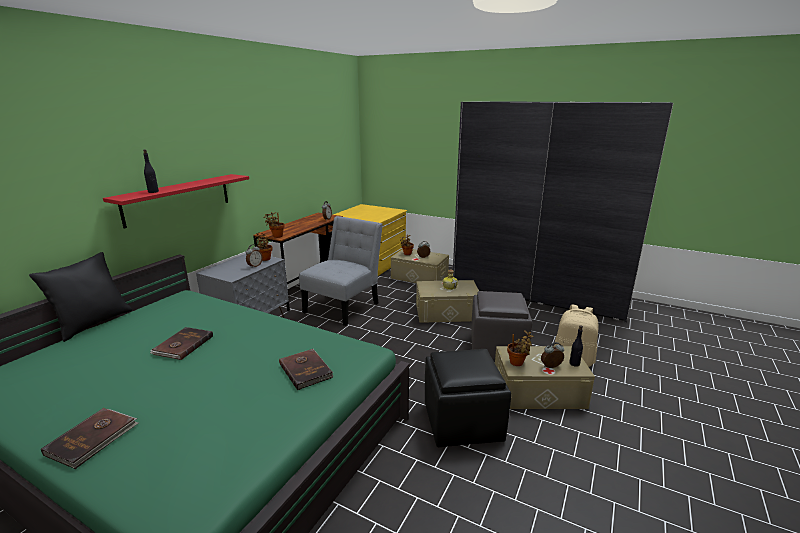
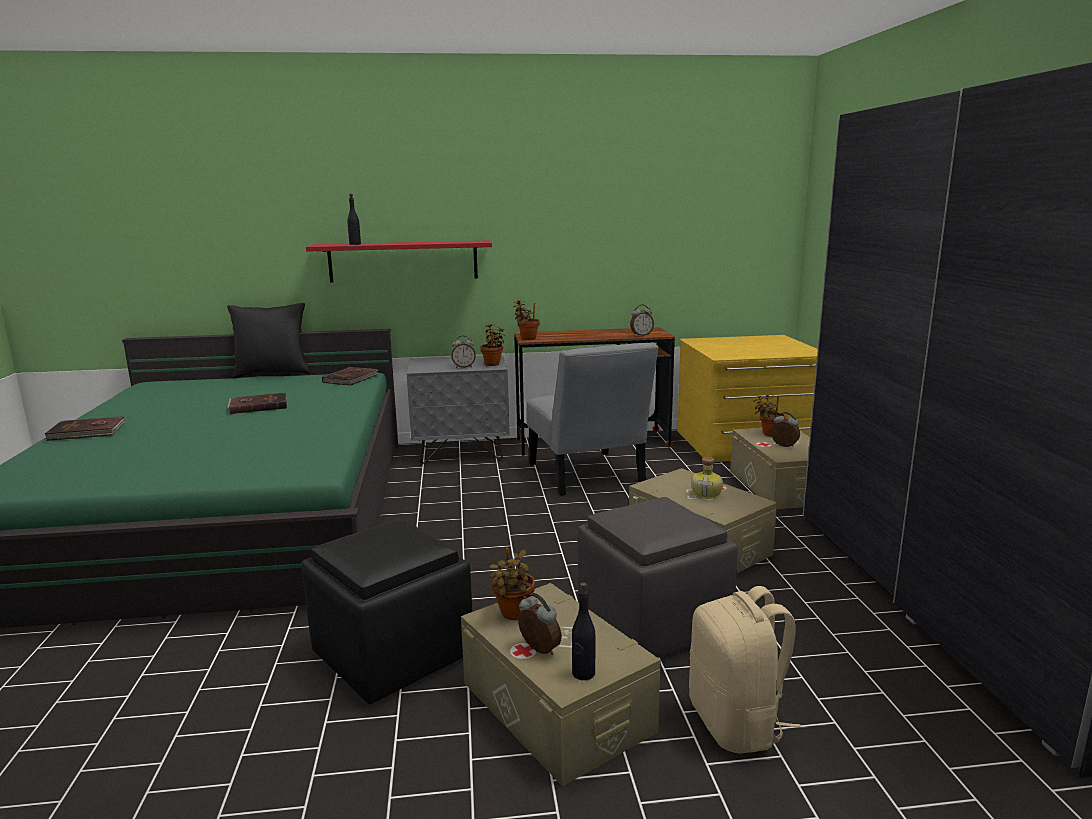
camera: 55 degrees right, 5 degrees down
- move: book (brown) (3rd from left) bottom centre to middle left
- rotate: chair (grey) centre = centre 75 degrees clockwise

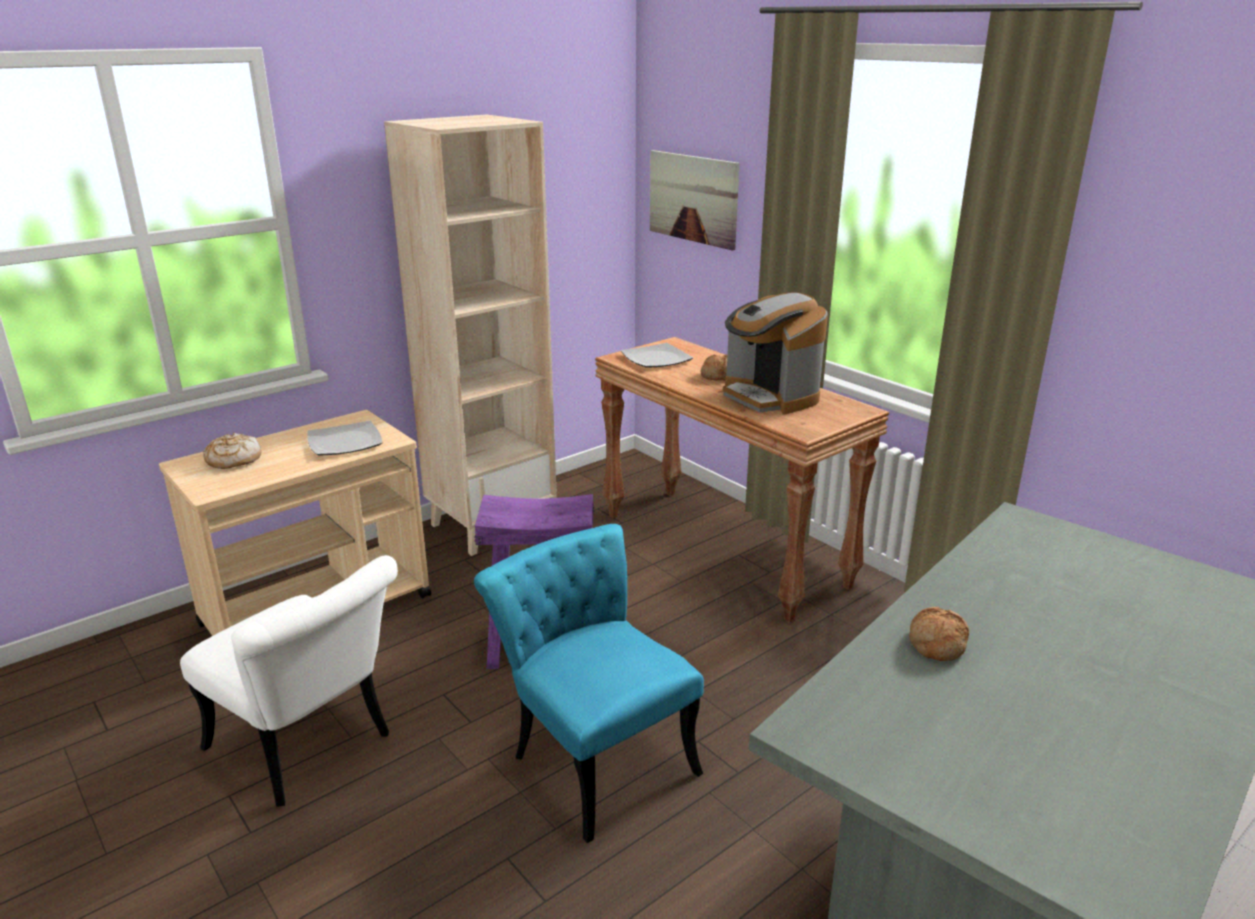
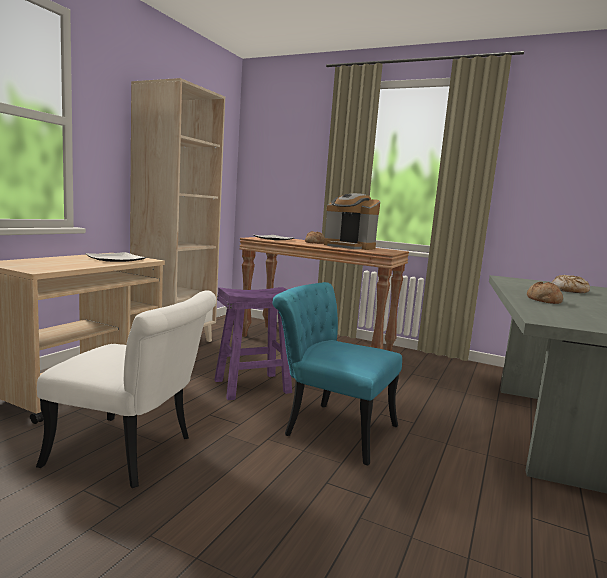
camera: 25 degrees left, 15 degrees down
- delete: picture top centre
- move: bread (1st from left in the first image) middle left to bread (3rd from left) middle right

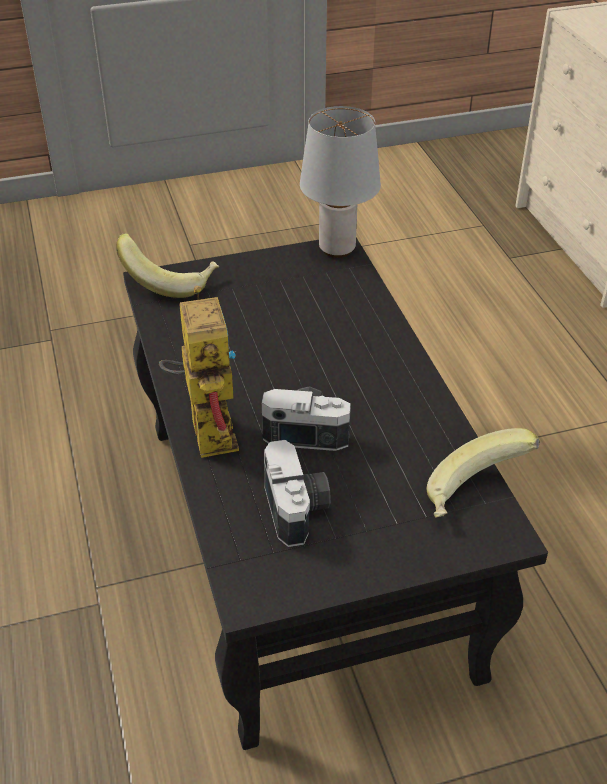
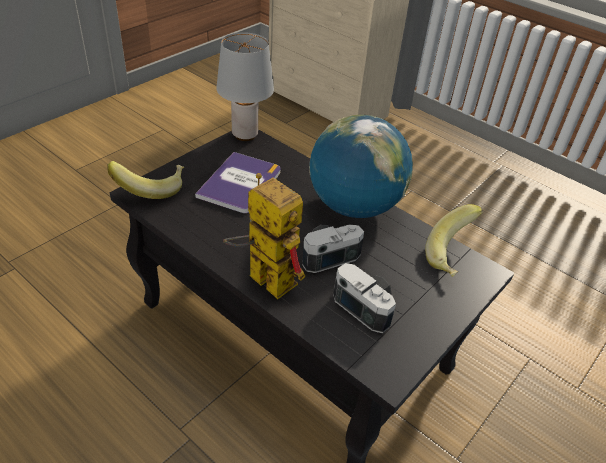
camera: 35 degrees left, 0 degrees up
- insert: book centre
- insert: globe centre

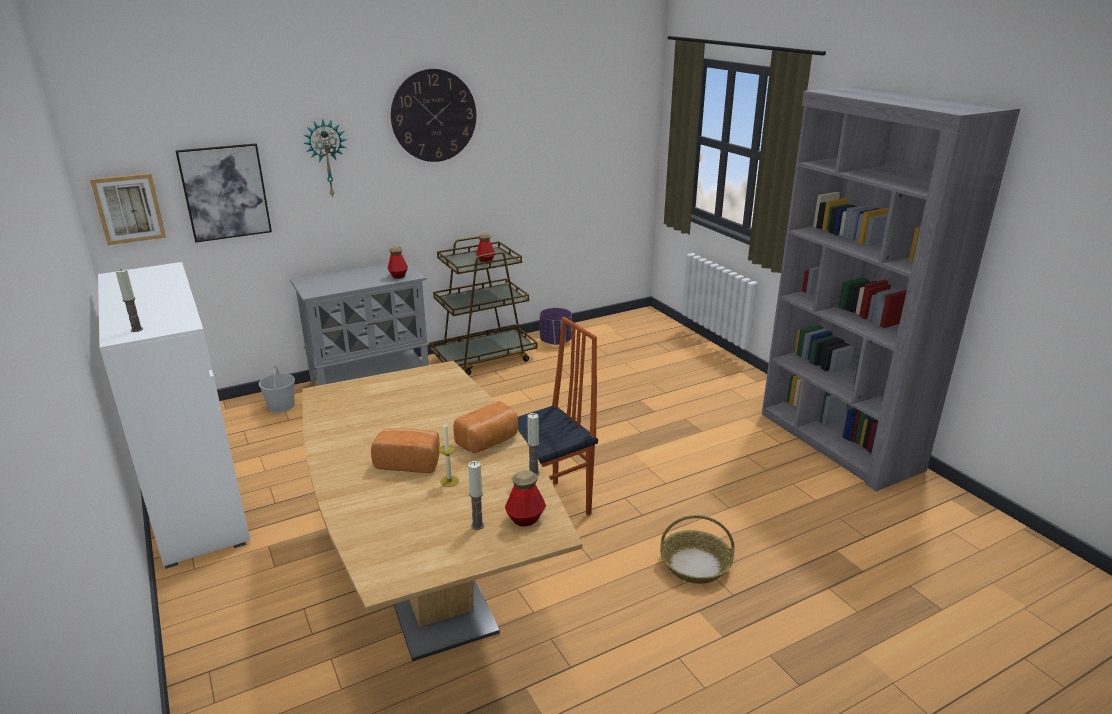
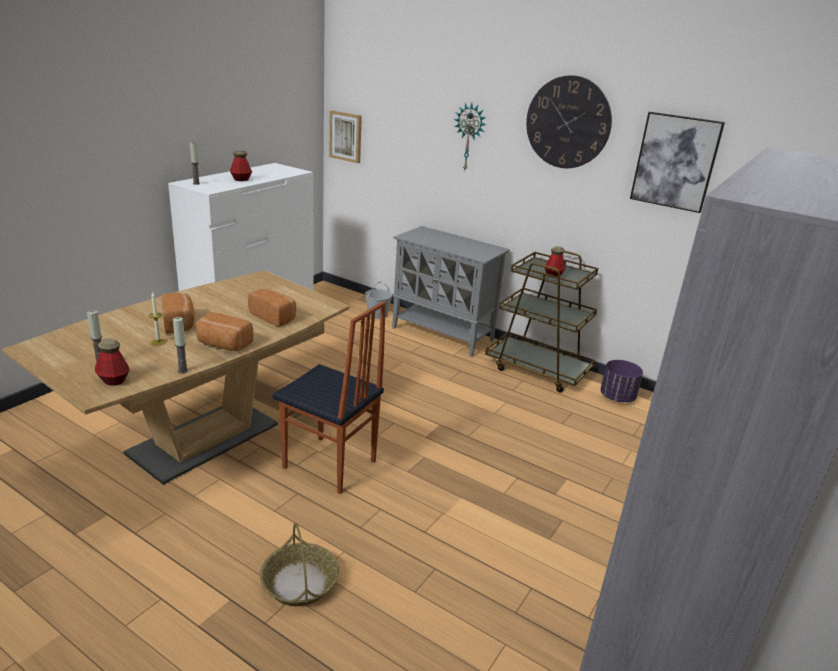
camera: 60 degrees right, 0 degrees up
- insert: bread (3rd from left) middle left
- move: picture (2nd from left) top left to top right
- move: bottle (1st from left in the first image) centre to bottle (2nd from left) top left

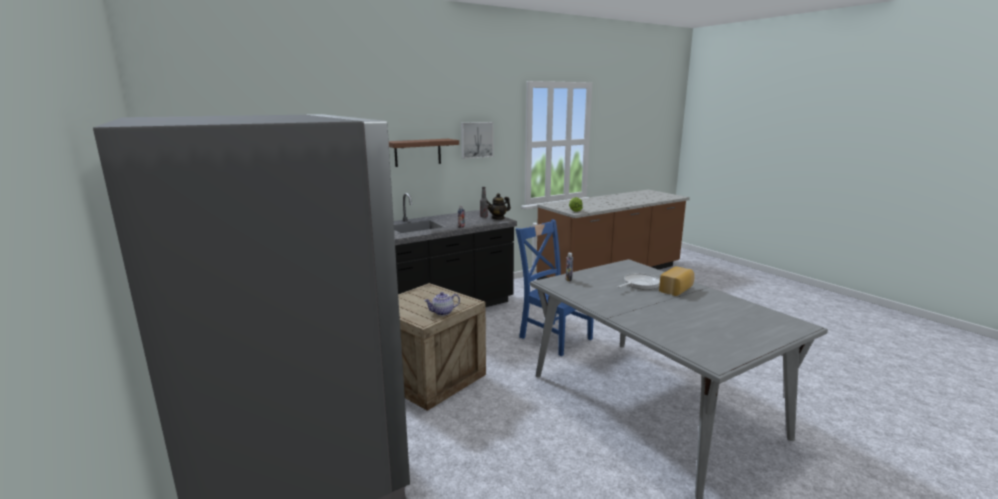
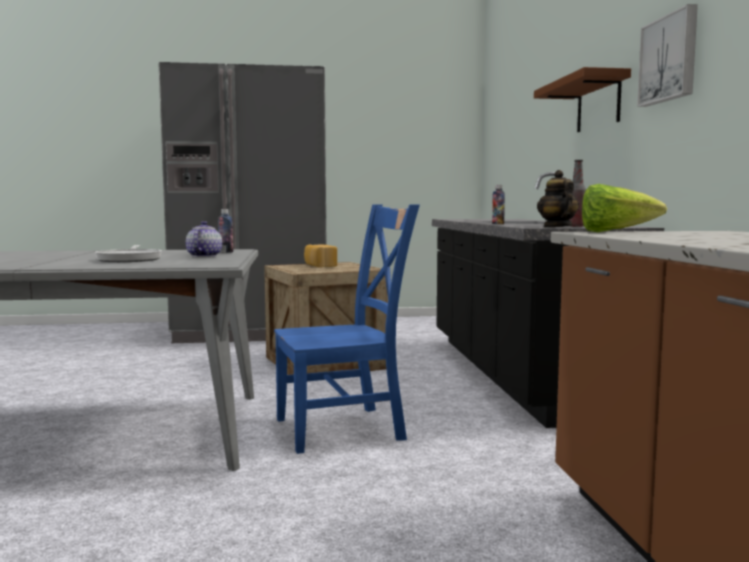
camera: 115 degrees right, 10 degrees down
- move: teapot (1st from left) centre to middle left
- move: bread middle right to centre

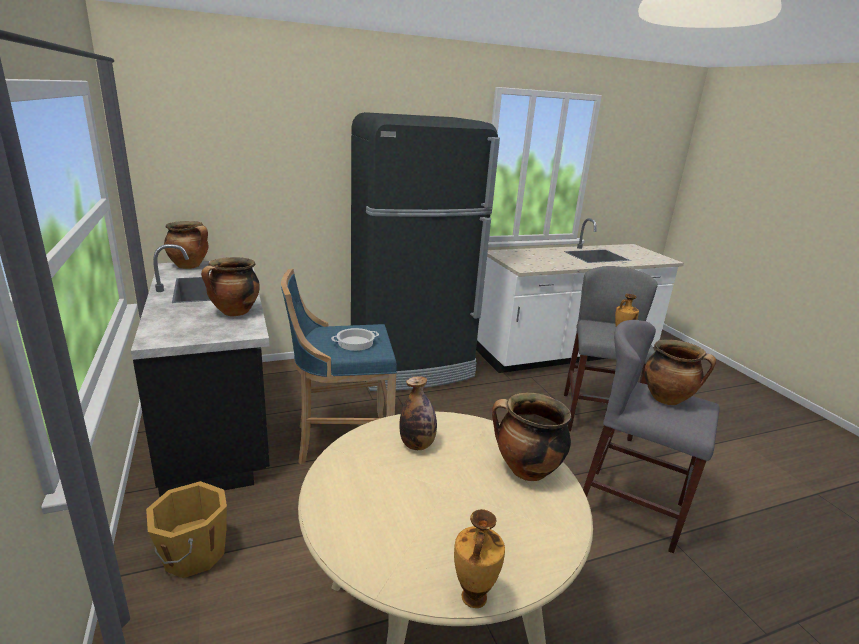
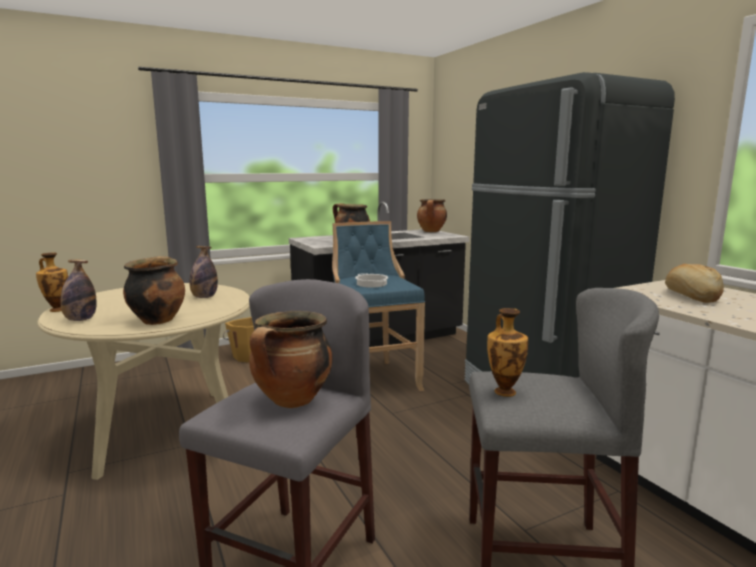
camera: 85 degrees right, 10 degrees down
- insert: bottle (1st from left) middle left
- insert: bread middle right

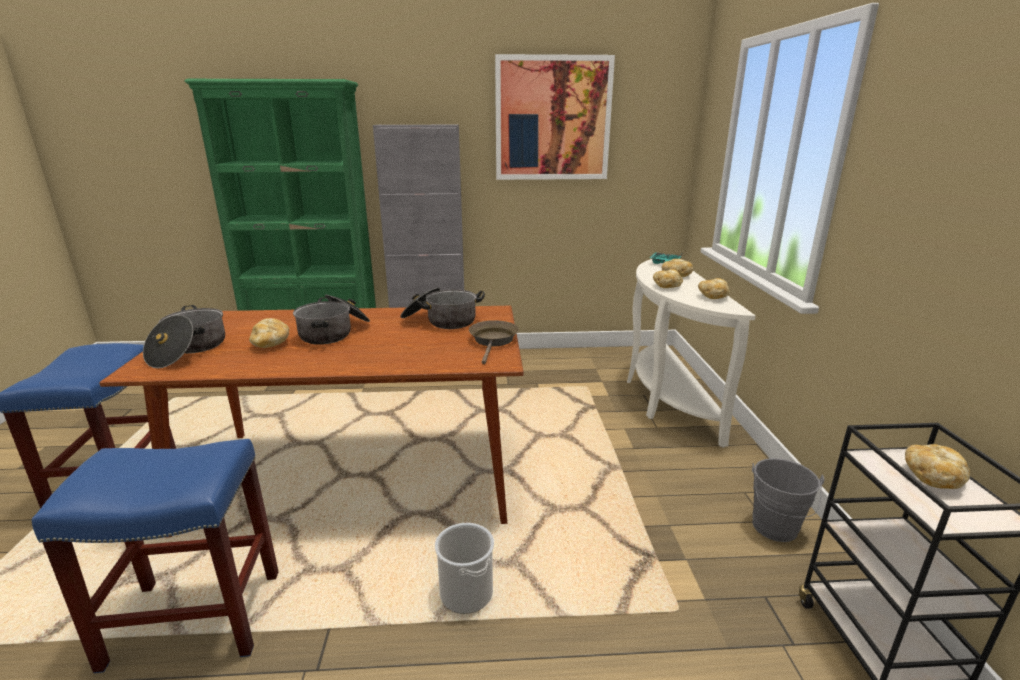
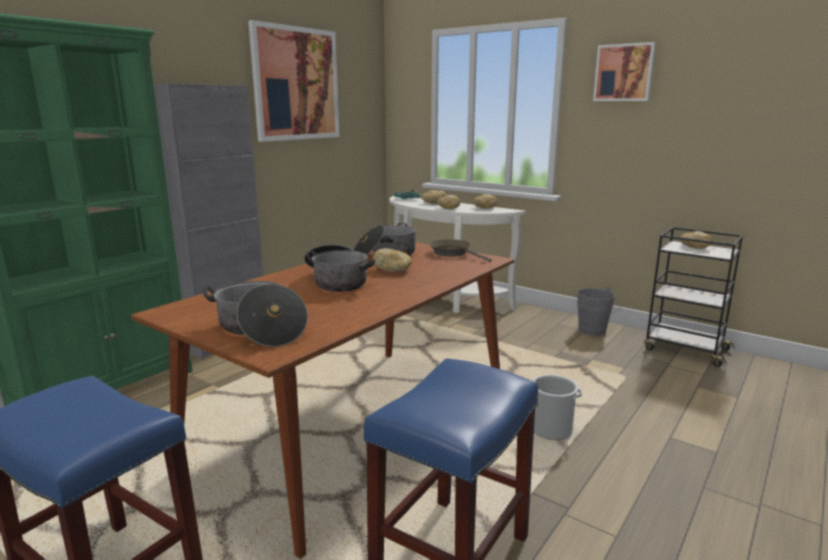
camera: 50 degrees left, 5 degrees down
- insert: picture (2nd from left) top right
- move: bread (1st from left) middle left to centre

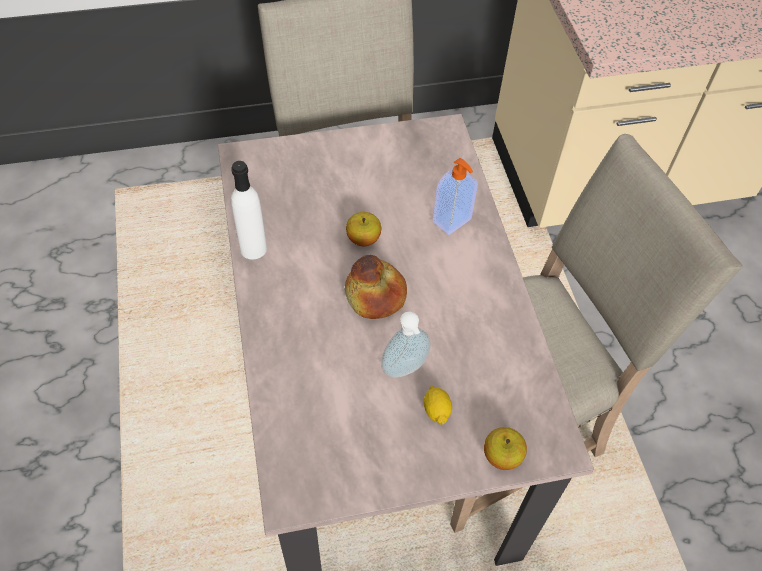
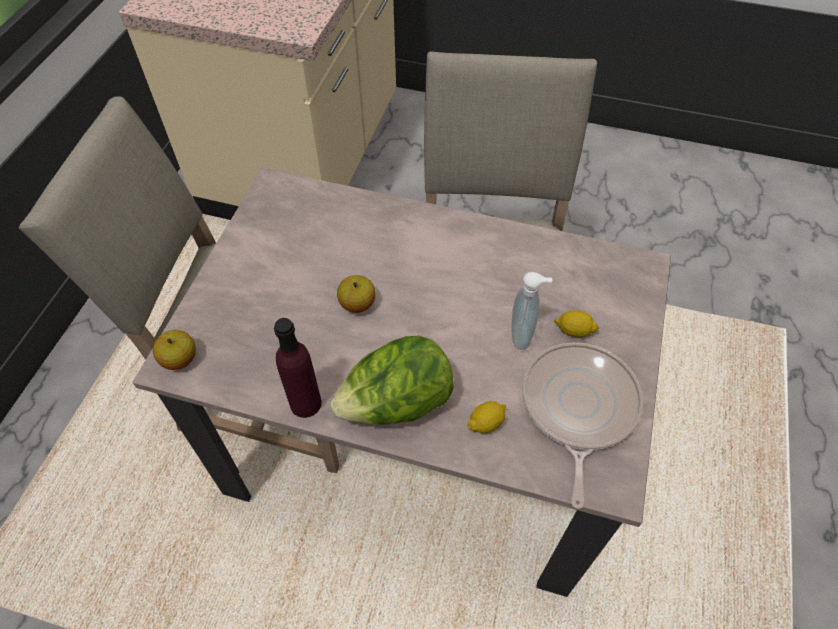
camera: 60 degrees left, 0 degrees up
- delete: bread centre
- delete: soap dispenser (2nd from left) centre
- insert: lettuce centre
- insert: lemon (1st from left) centre
- insert: frying pan bottom right
- move: apple (2nd from left in the first image) bottom centre to apple (1st from left) middle left
- recolor: bottle (white) middle left to bottle (purple) centre

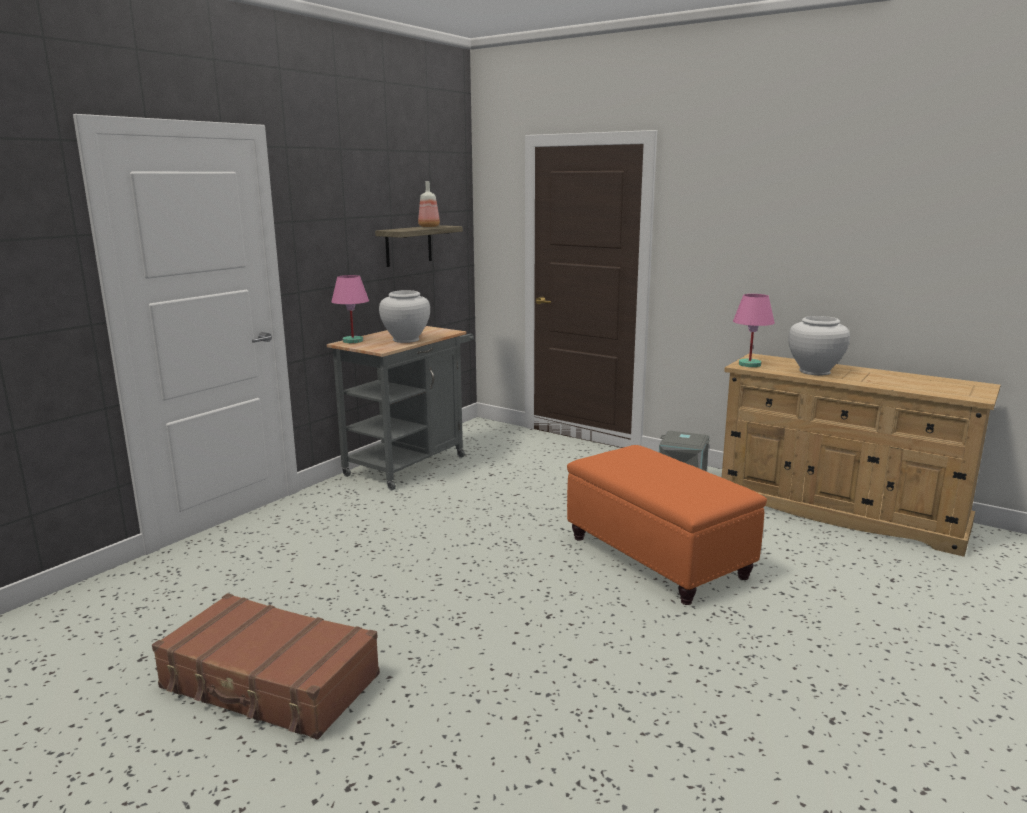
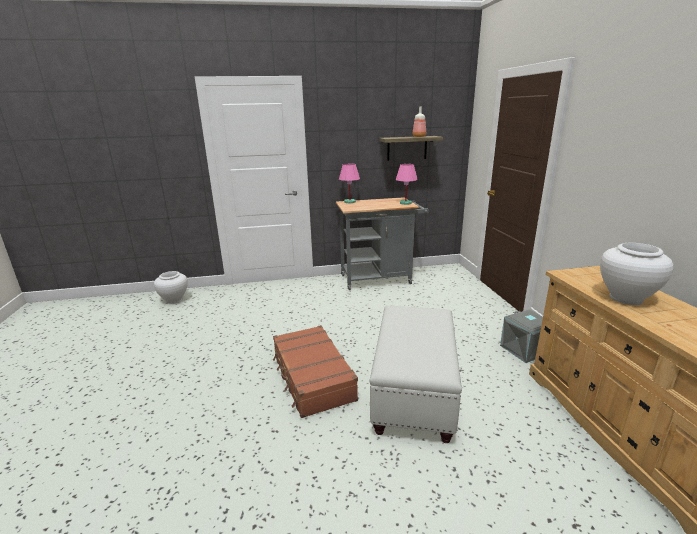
camera: 45 degrees right, 5 degrees up
- move: suitcase (brown) bottom left to bottom centre
- move: vase (white) (1st from left) centre to middle left
- move: table lamp (pink) (2nd from left) middle right to centre
- recolor: ottoman (orange) centre to ottoman (white) bottom centre

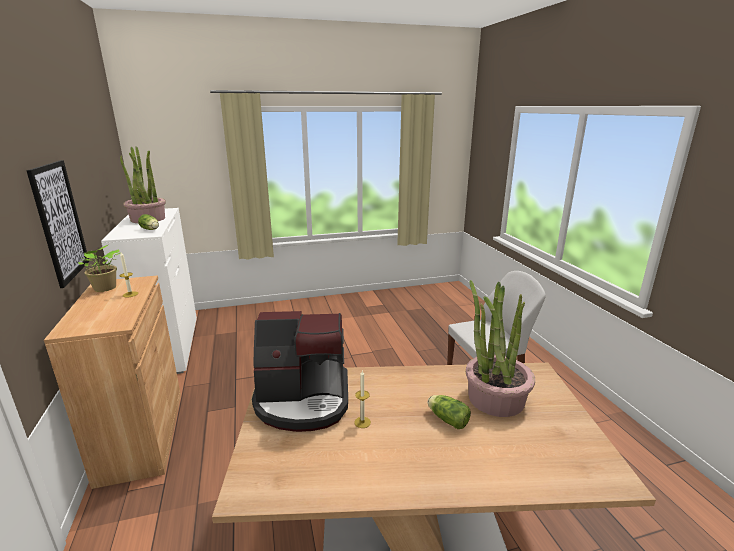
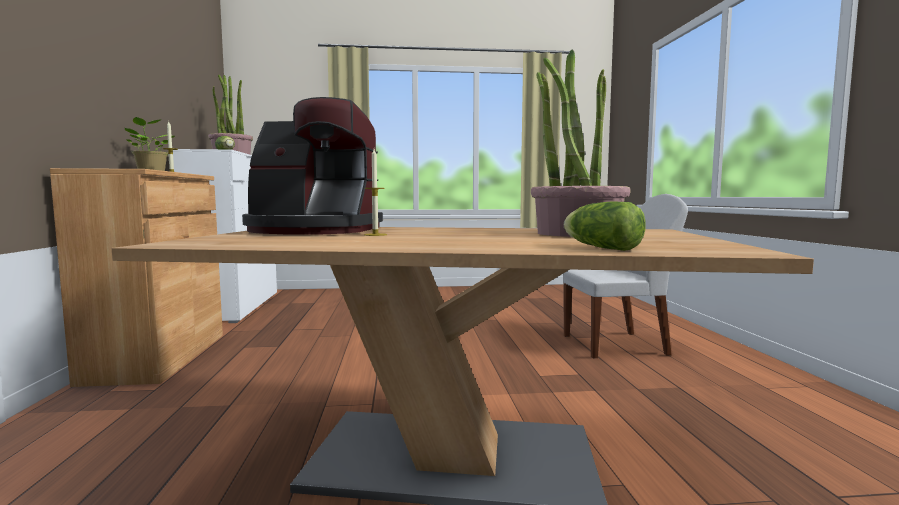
camera: 10 degrees right, 15 degrees down
- delete: picture middle left
- move: lettuce (2nd from left) bottom centre to middle right

